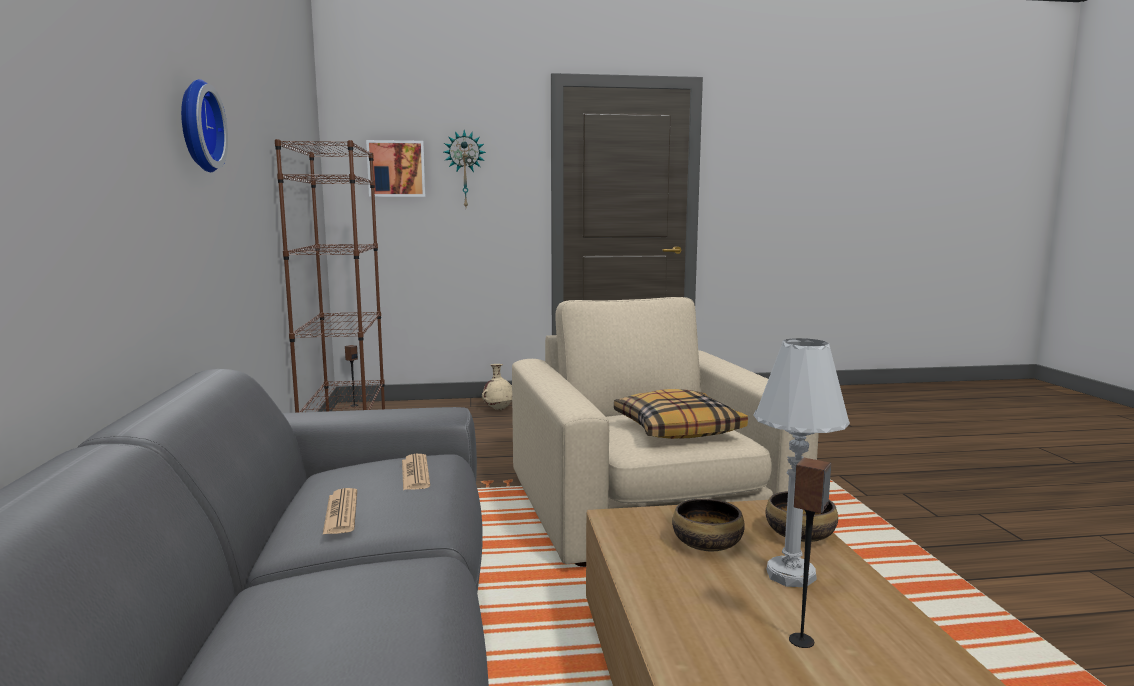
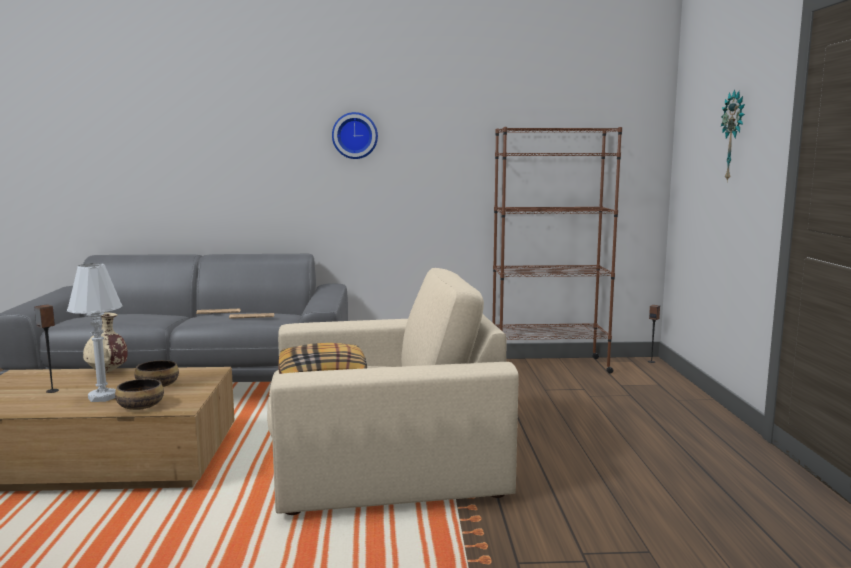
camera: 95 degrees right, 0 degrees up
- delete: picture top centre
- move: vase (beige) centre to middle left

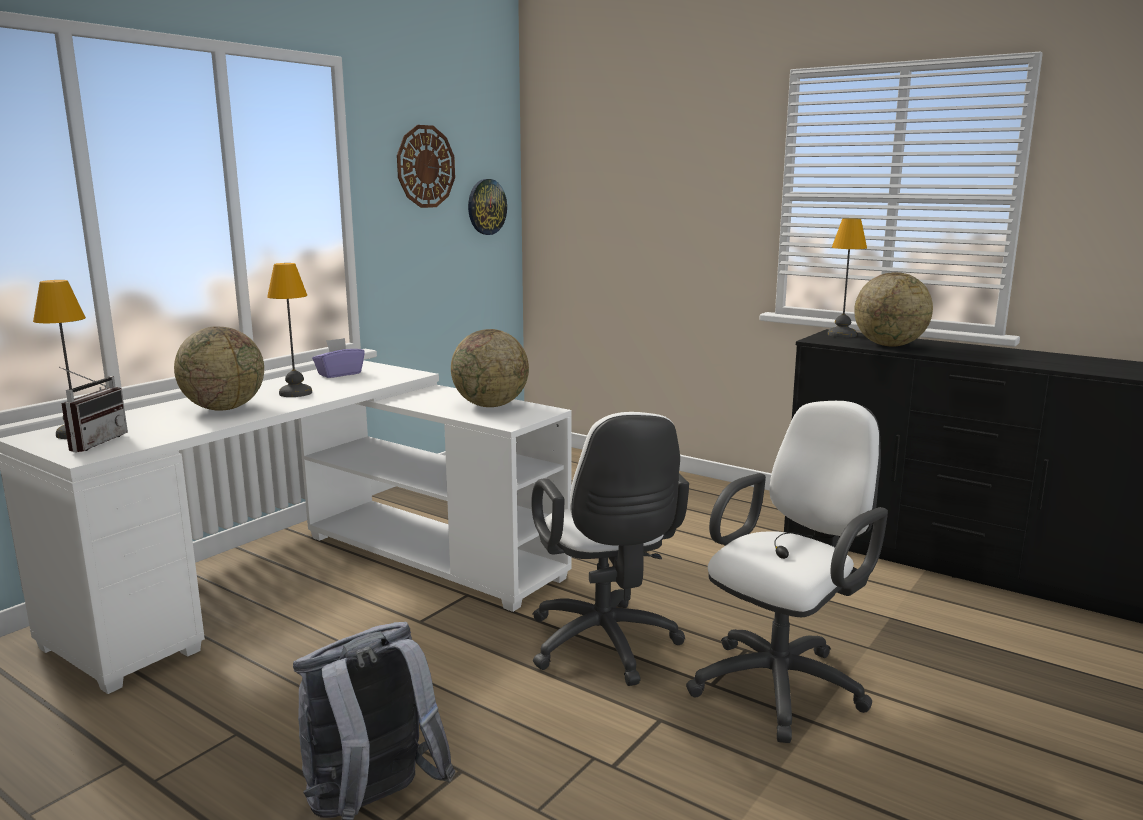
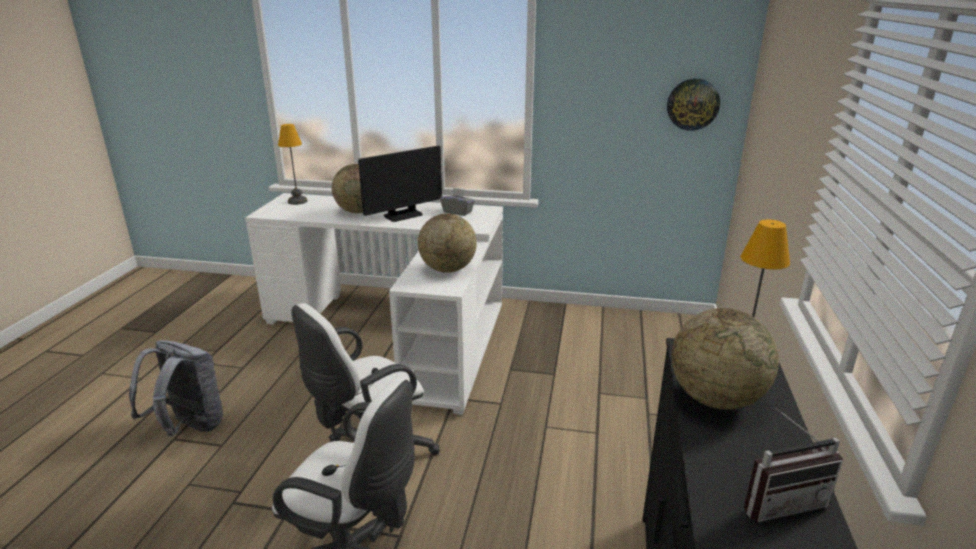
camera: 65 degrees right, 10 degrees up
- delete: wall clock (1st from left) top centre
- move: radio middle left to bottom right
- replace: table lamp (2nd from left) middle left to monitor centre
- recolor: tissue box (purple) middle left to tissue box (grey) centre

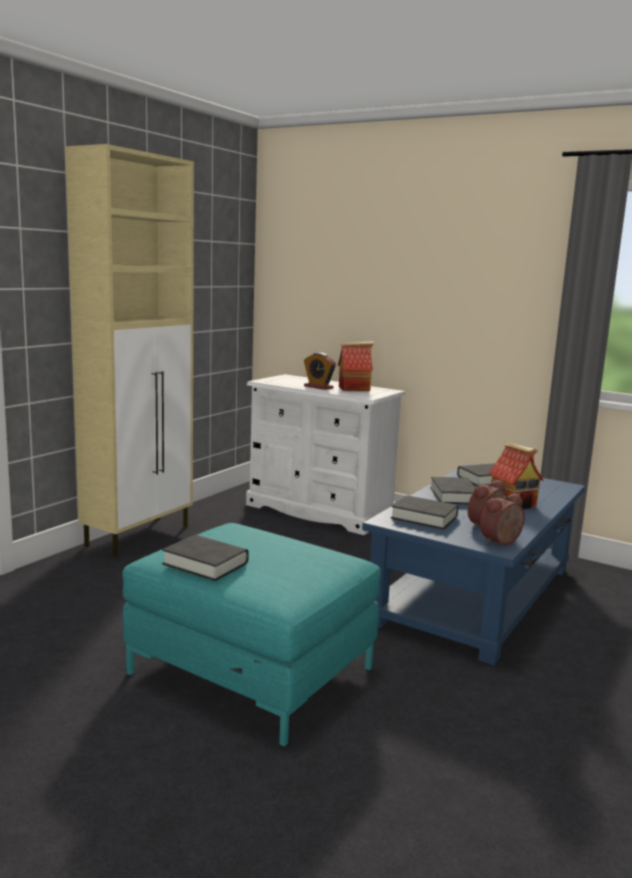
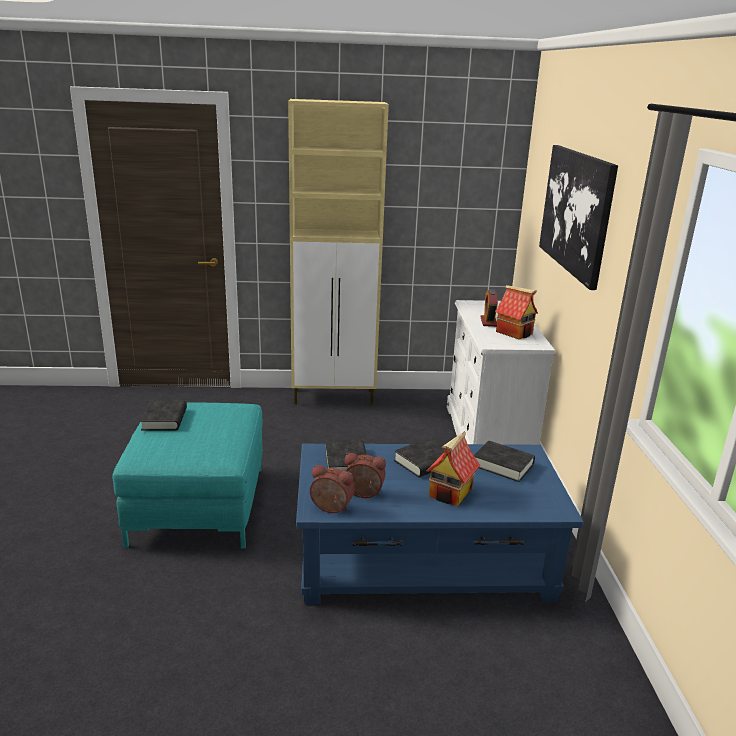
camera: 55 degrees right, 10 degrees up
- insert: picture top right

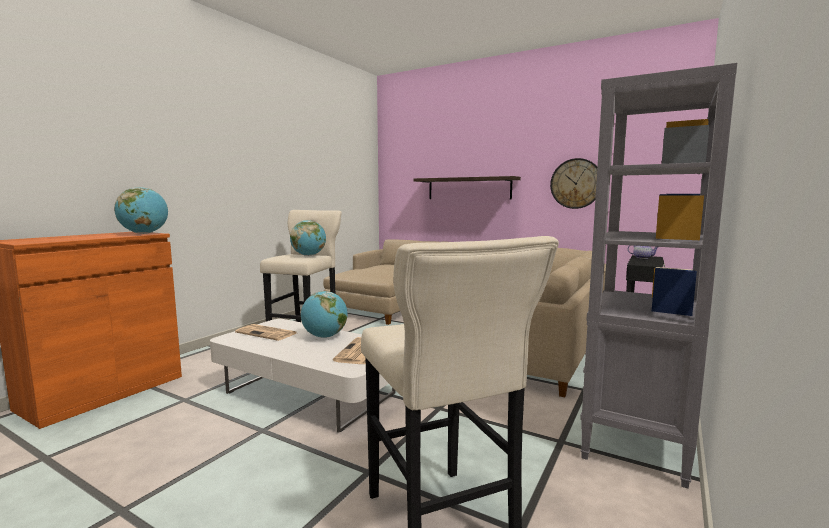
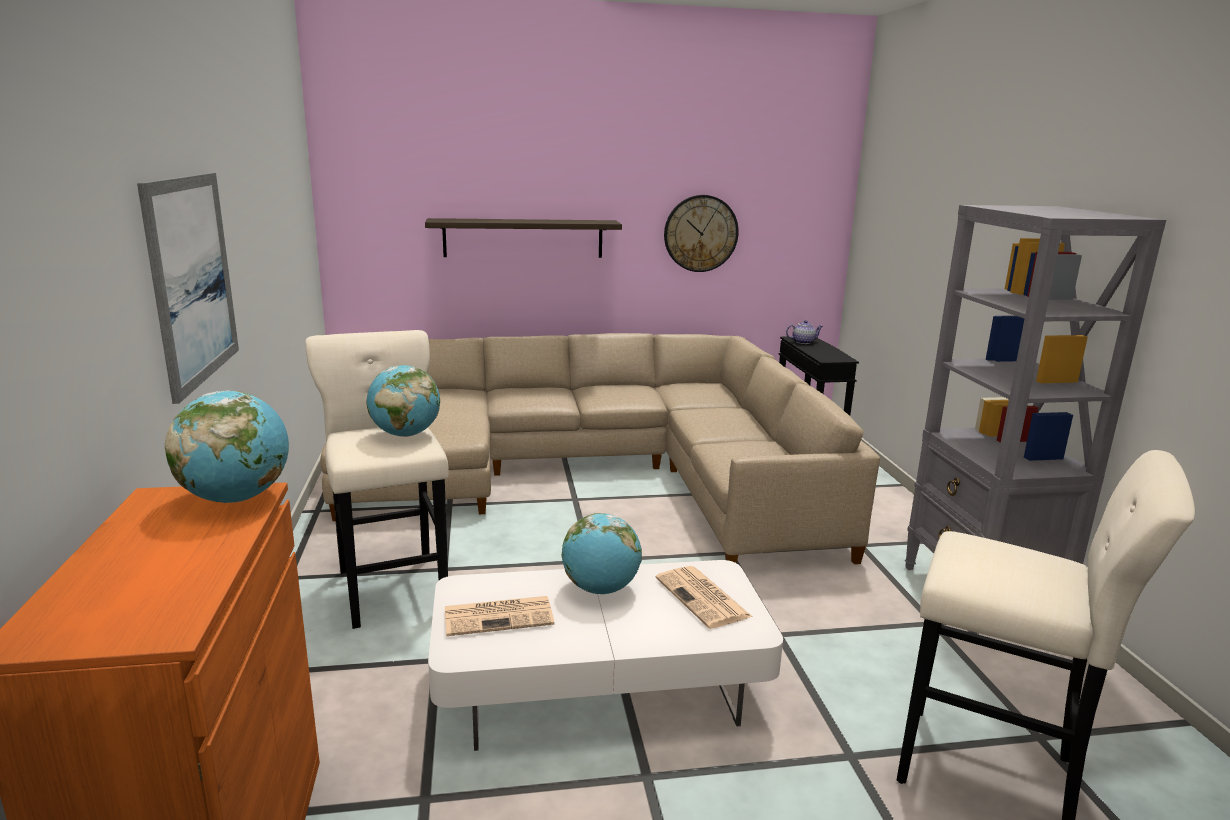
camera: 40 degrees left, 10 degrees up
- insert: picture middle left

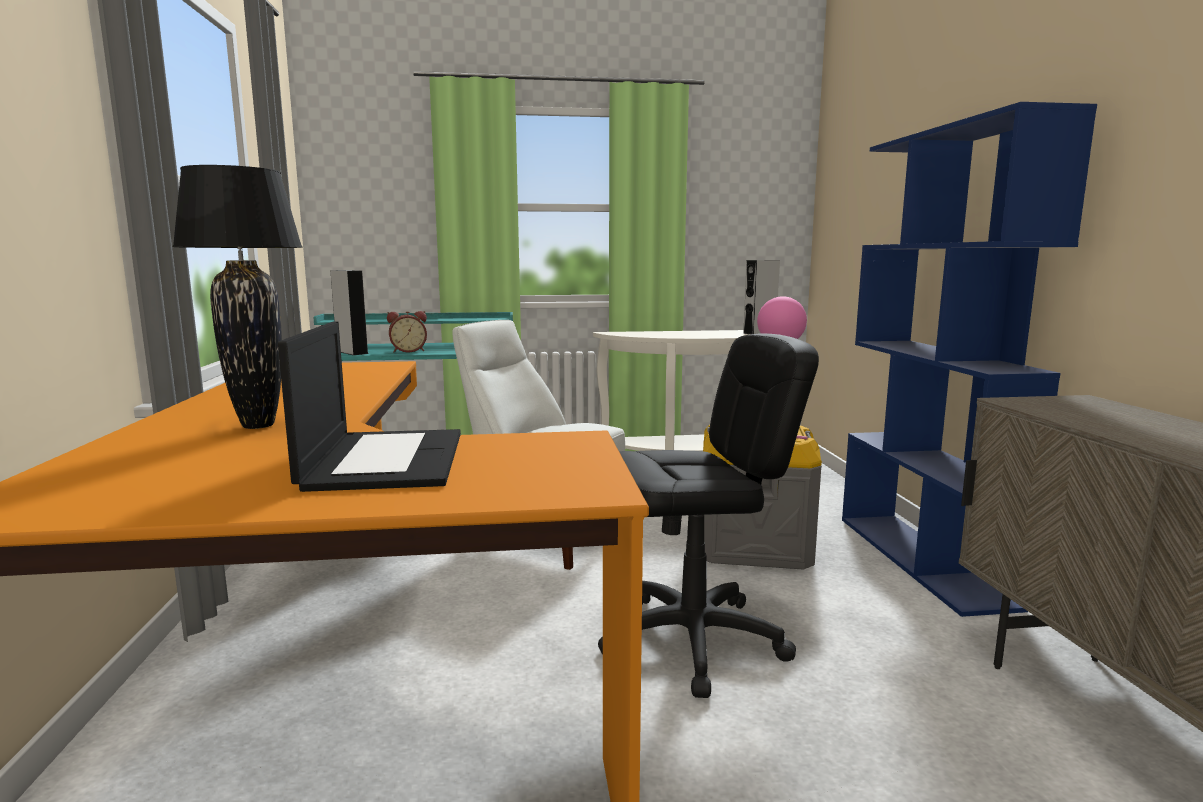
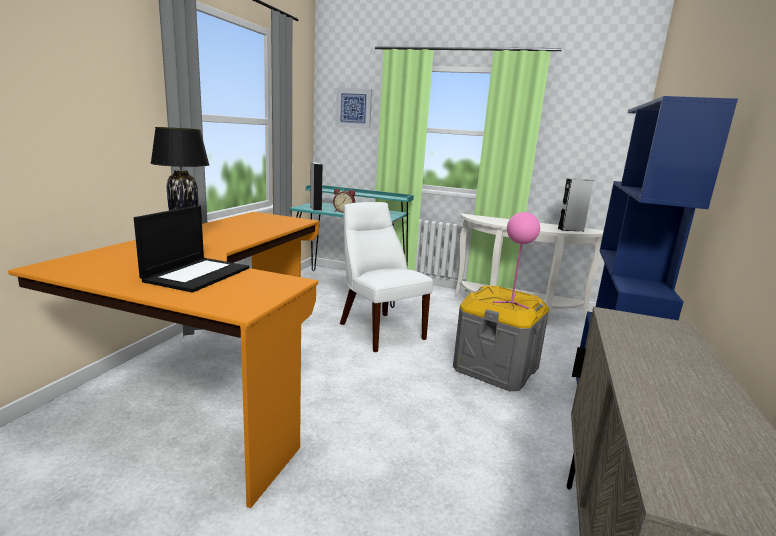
camera: 25 degrees right, 5 degrees up
- delete: office chair (black) centre
- insert: picture top centre

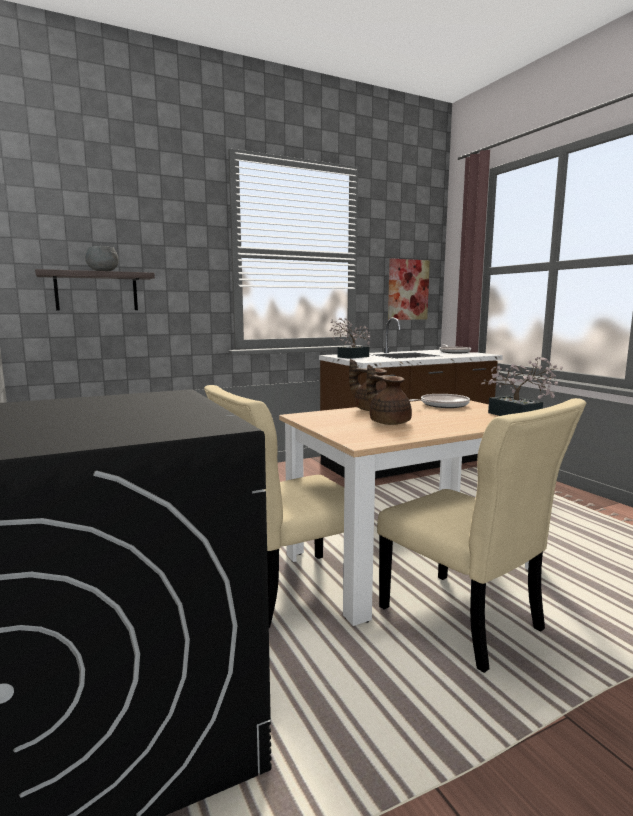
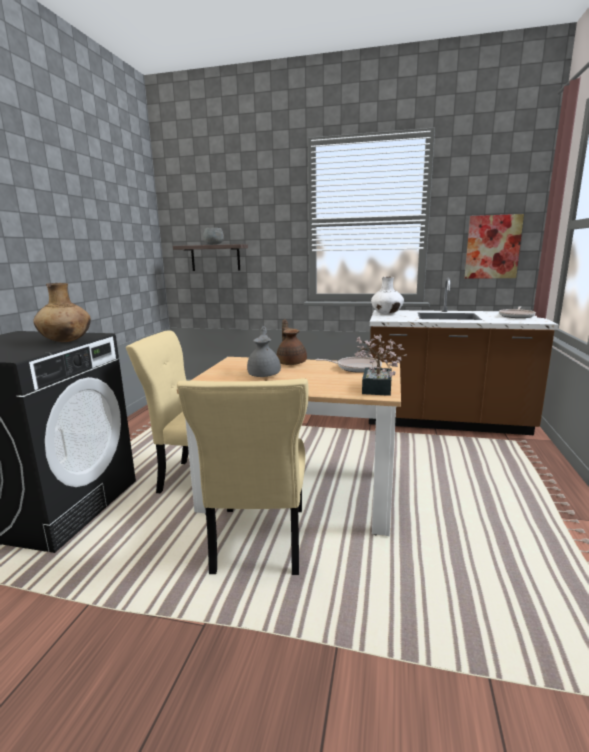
camera: 40 degrees right, 5 degrees up
- insert: vase (brown) middle left
- replace: potted plant (1st from left) centre to vase (white) centre
- recolor: teapot (brown) (2nd from left) centre to teapot (grey) centre

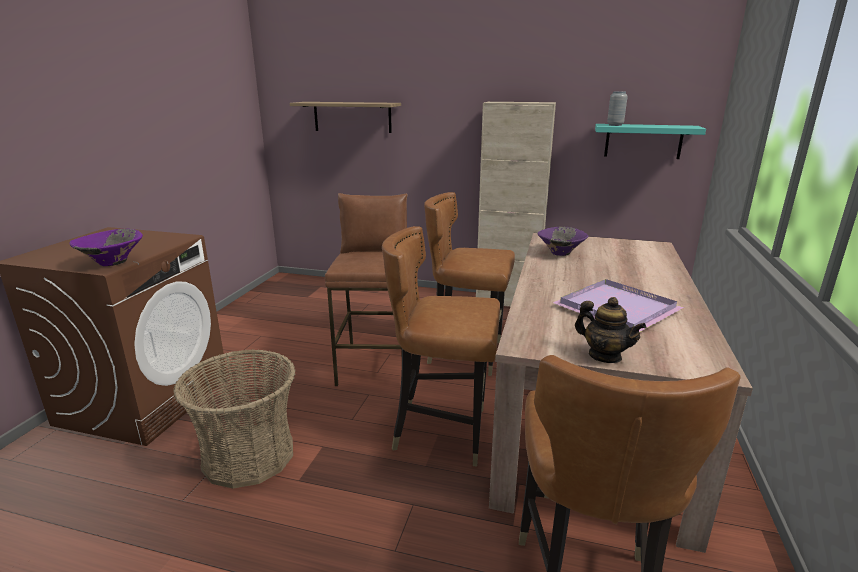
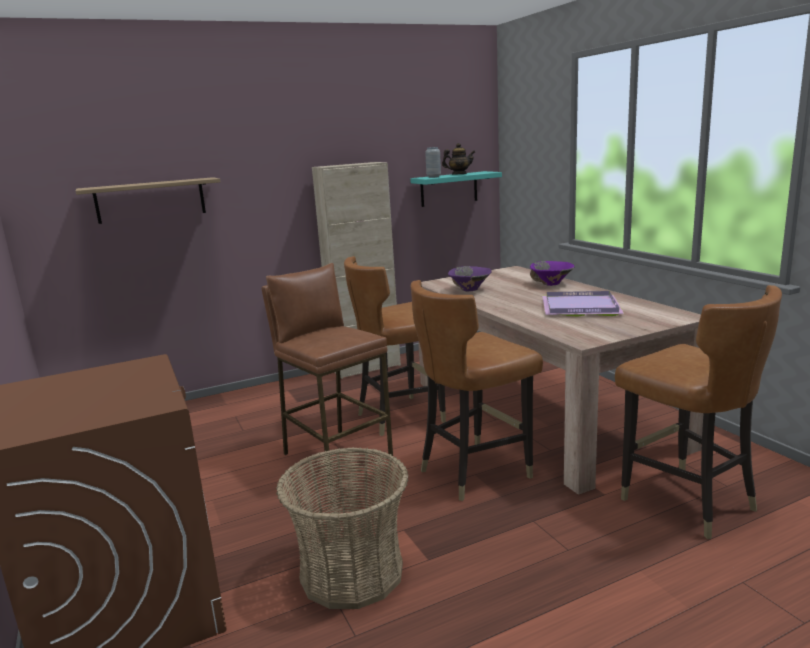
camera: 40 degrees left, 5 degrees down
- move: bowl (purple) (1st from left in the first image) middle left to bowl (purple) (2nd from left) middle right
- move: teapot middle right to top centre

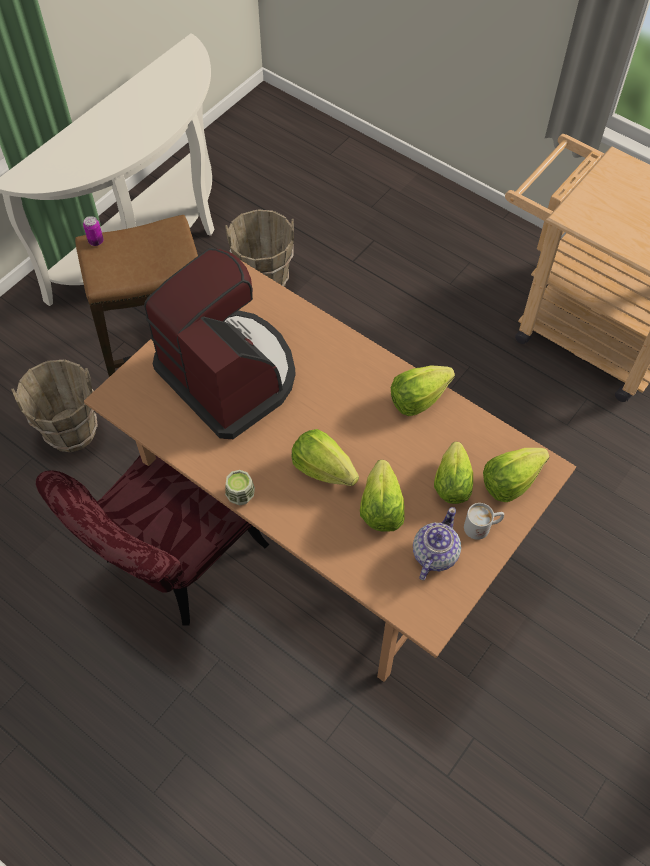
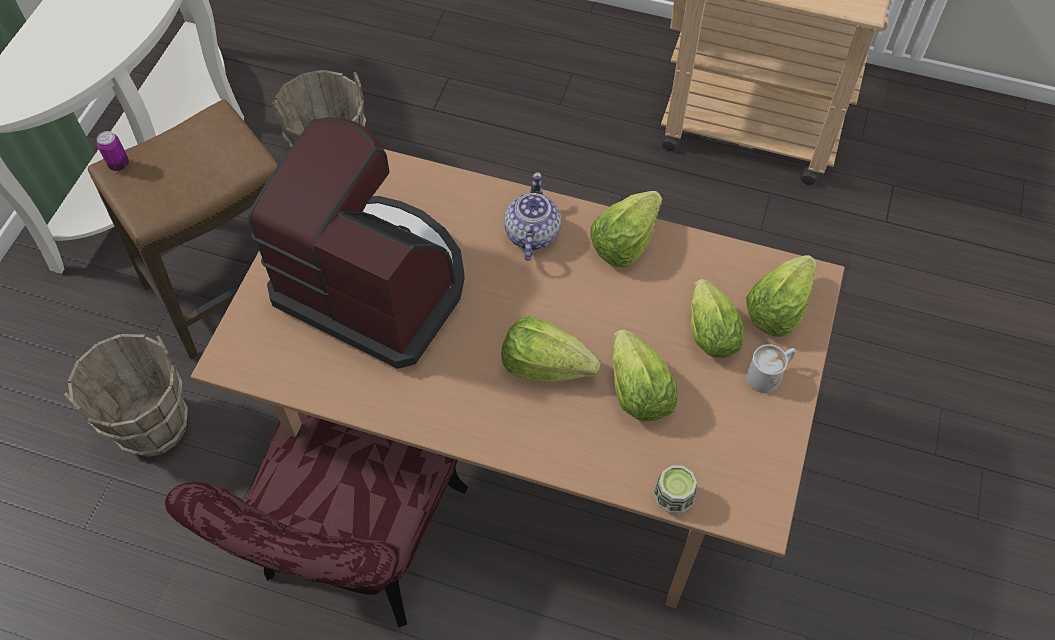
camera: 20 degrees left, 0 degrees up
- move: cup centre to bottom centre
- move: teapot middle right to centre

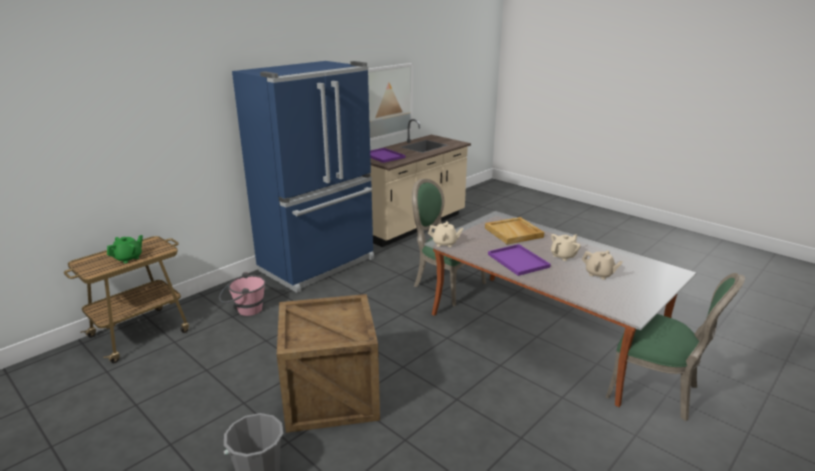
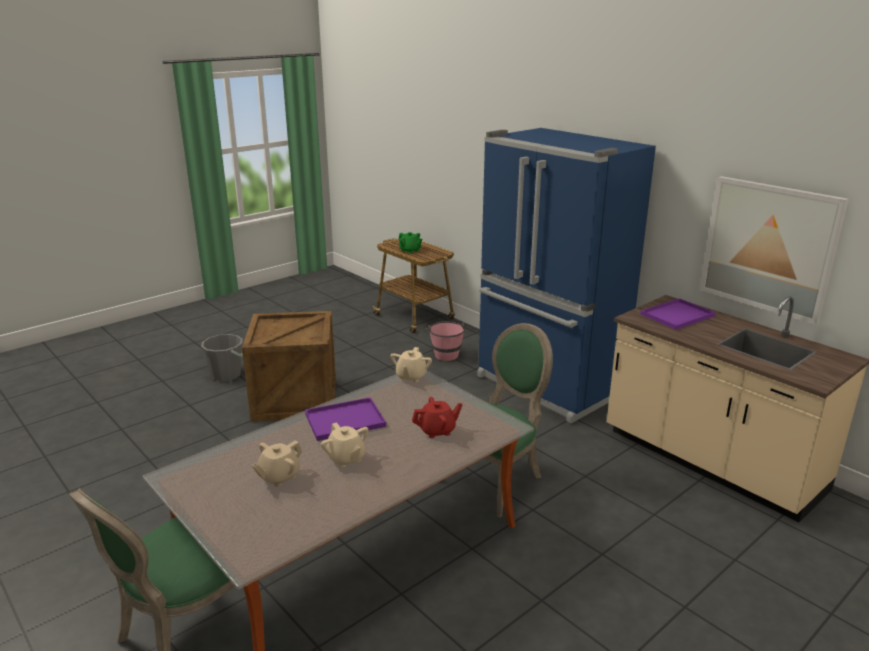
camera: 95 degrees right, 0 degrees up
- replace: tray (beige) centre to teapot (red) centre

